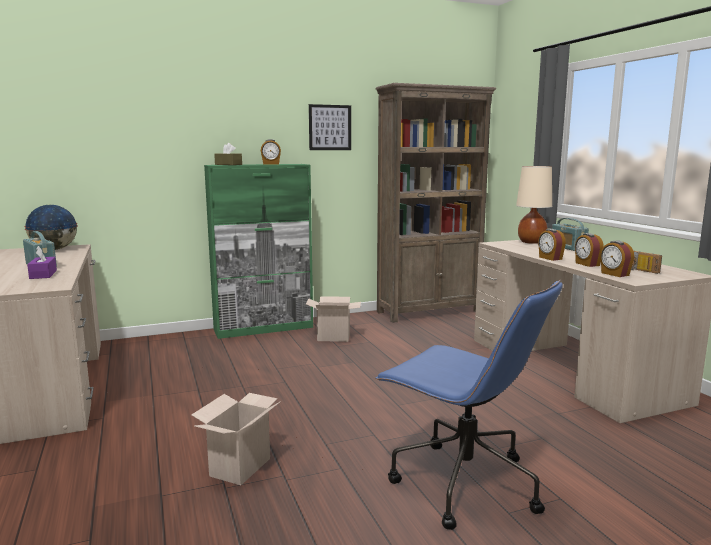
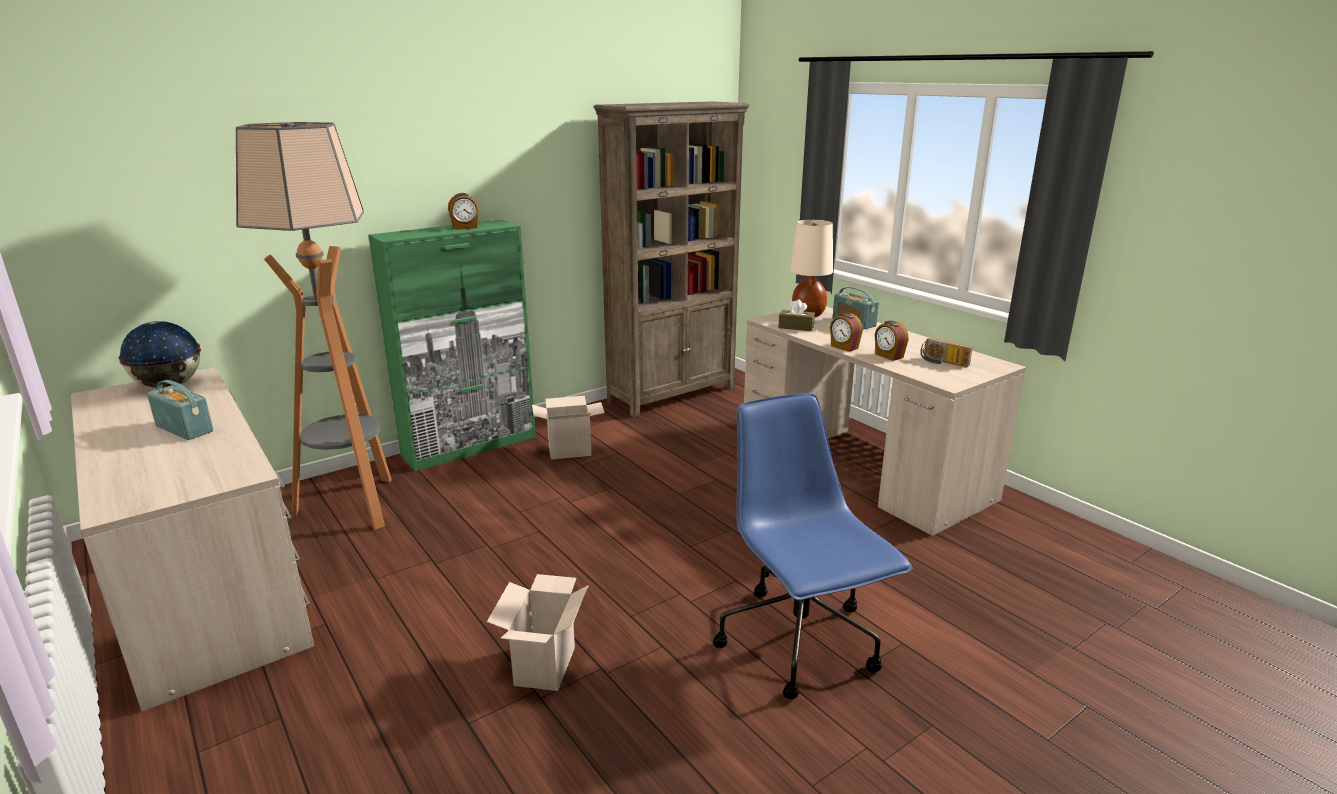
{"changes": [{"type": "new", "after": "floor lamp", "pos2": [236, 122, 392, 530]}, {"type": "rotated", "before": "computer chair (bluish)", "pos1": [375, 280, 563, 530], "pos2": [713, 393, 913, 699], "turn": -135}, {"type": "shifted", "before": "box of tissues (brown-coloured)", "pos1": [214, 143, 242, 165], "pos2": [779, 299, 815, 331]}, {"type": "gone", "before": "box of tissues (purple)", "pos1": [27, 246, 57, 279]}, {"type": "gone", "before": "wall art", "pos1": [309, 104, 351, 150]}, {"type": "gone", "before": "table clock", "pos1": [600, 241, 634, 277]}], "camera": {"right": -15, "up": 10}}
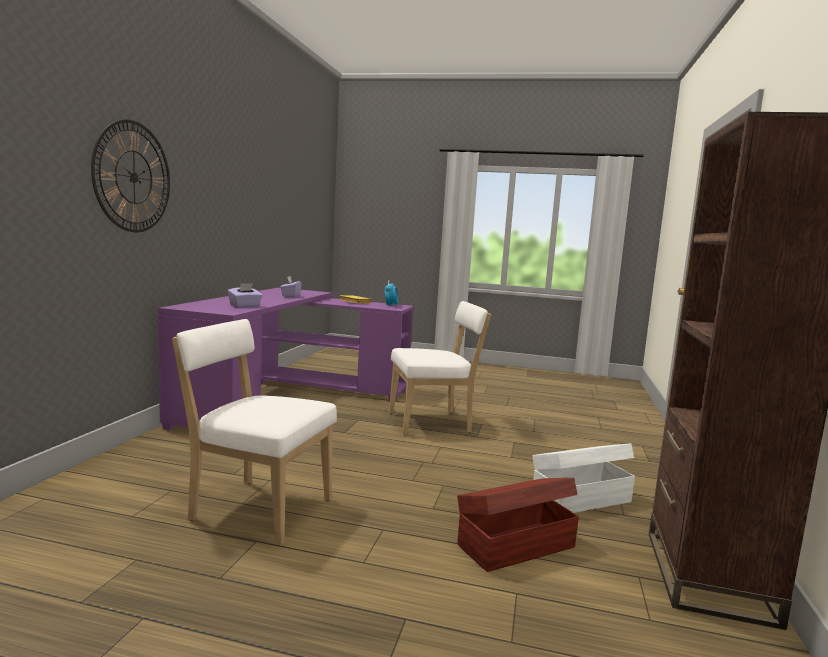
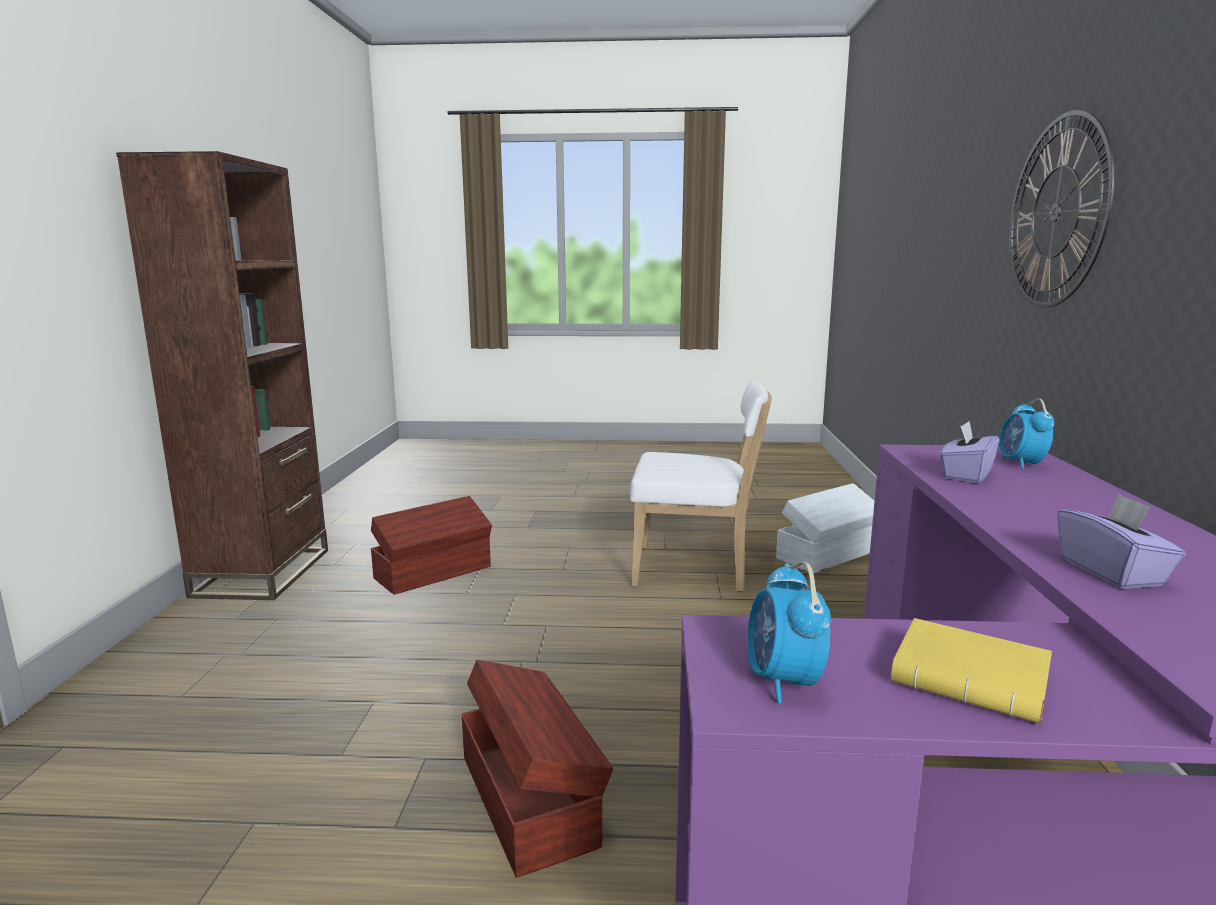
{"changes": [{"type": "swapped", "before": "plain chair (white-coloured)", "after": "storage bin (brown-coloured)", "pos1": [389, 301, 491, 436], "pos2": [461, 660, 613, 878]}, {"type": "shifted", "before": "storage bin (white-coloured)", "pos1": [532, 444, 635, 513], "pos2": [776, 483, 874, 573]}, {"type": "new", "after": "table clock", "pos2": [999, 398, 1054, 469]}], "camera": {"right": 170, "up": 5}}
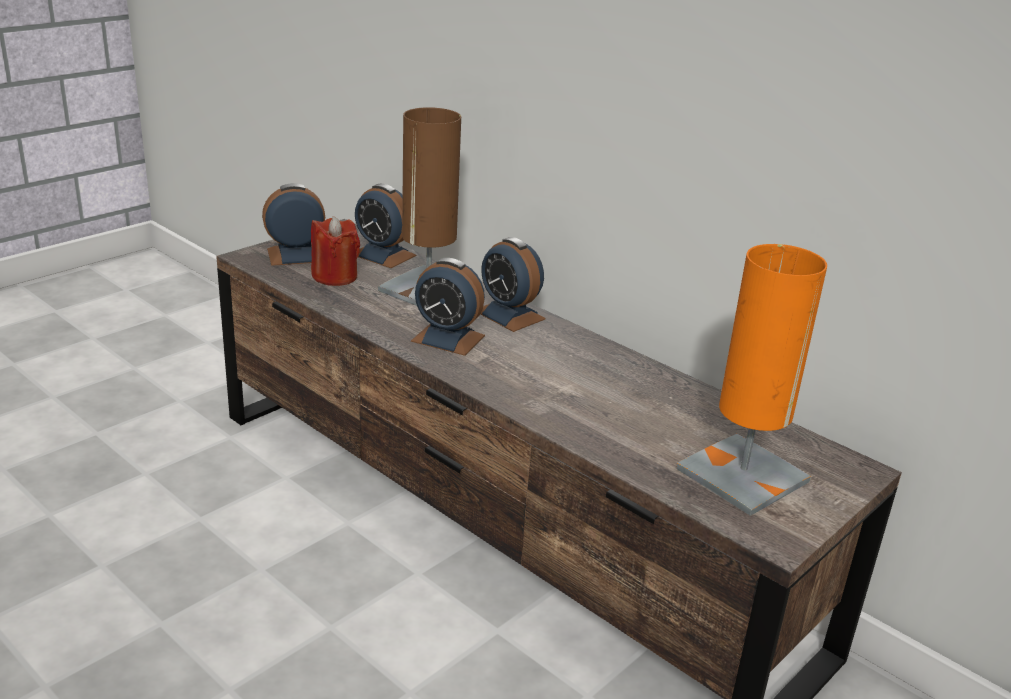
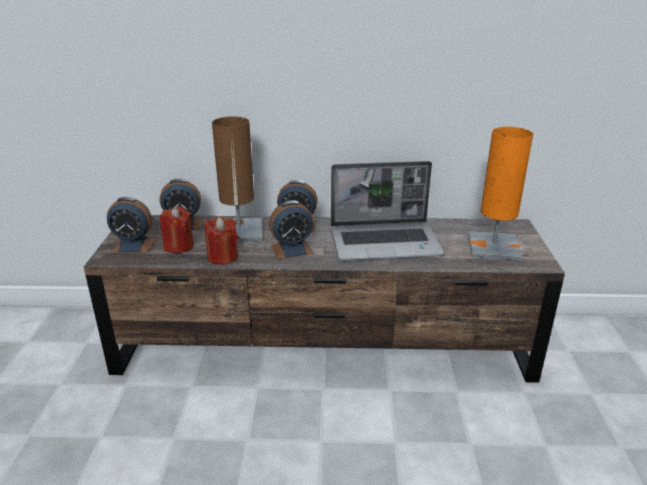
{"changes": [{"type": "rotated", "before": "table clock", "pos1": [262, 183, 325, 266], "pos2": [107, 197, 156, 253], "turn": -120}, {"type": "new", "after": "wax light (red-coloured)", "pos2": [204, 217, 238, 265]}, {"type": "new", "after": "portable computer", "pos2": [331, 161, 444, 260]}], "camera": {"right": -40, "up": 0}}
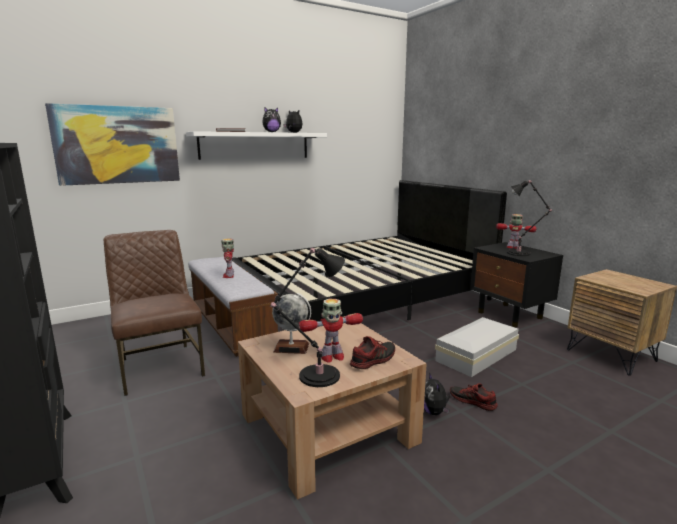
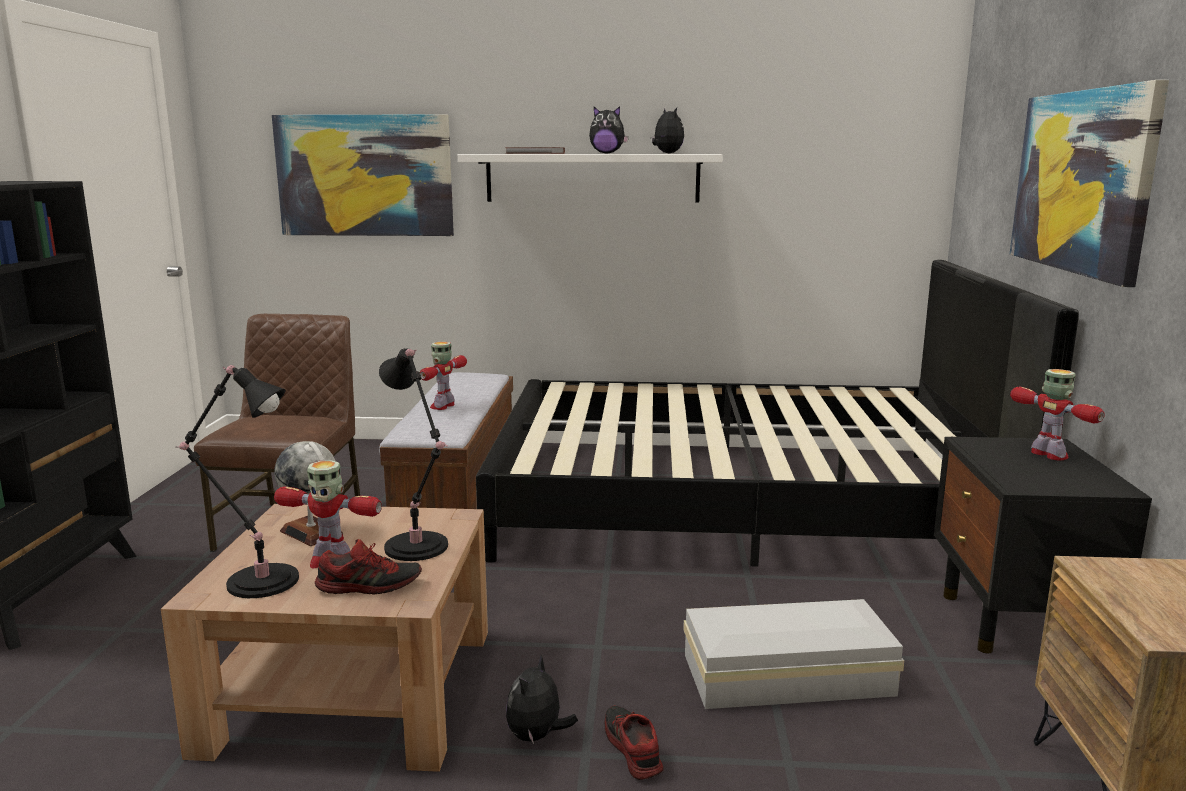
{"changes": [{"type": "shifted", "before": "tabletop lamp (black)", "pos1": [507, 180, 552, 256], "pos2": [379, 348, 448, 561]}, {"type": "new", "after": "wall art", "pos2": [1010, 80, 1169, 287]}], "camera": {"right": 35, "up": 0}}
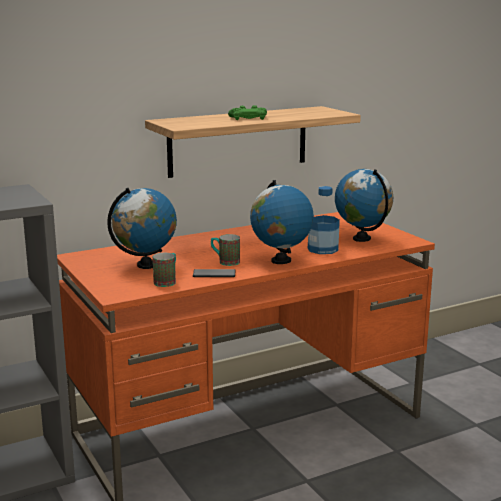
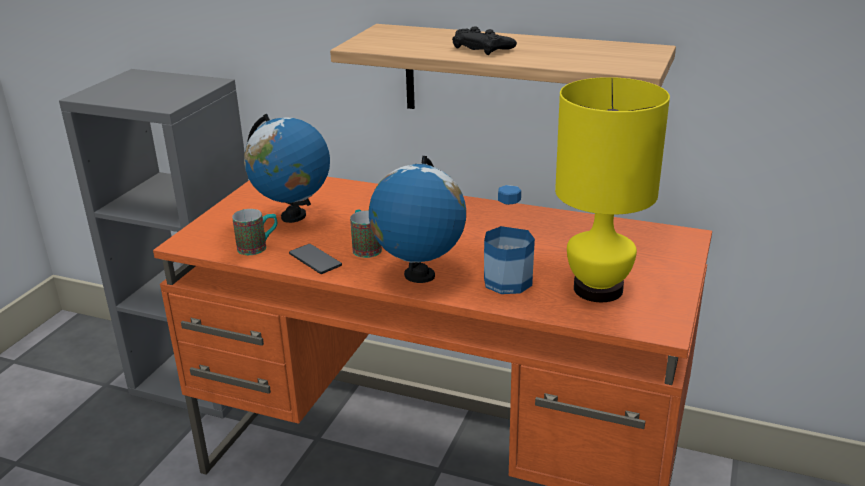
{"changes": [{"type": "repainted", "before": "game controller (green-coloured)", "after": "game controller (black)", "pos1": [228, 105, 267, 120], "pos2": [452, 26, 517, 55]}, {"type": "swapped", "before": "globe", "after": "tabletop lamp (yellow)", "pos1": [335, 169, 393, 242], "pos2": [555, 77, 670, 302]}], "camera": {"right": 50, "up": 10}}
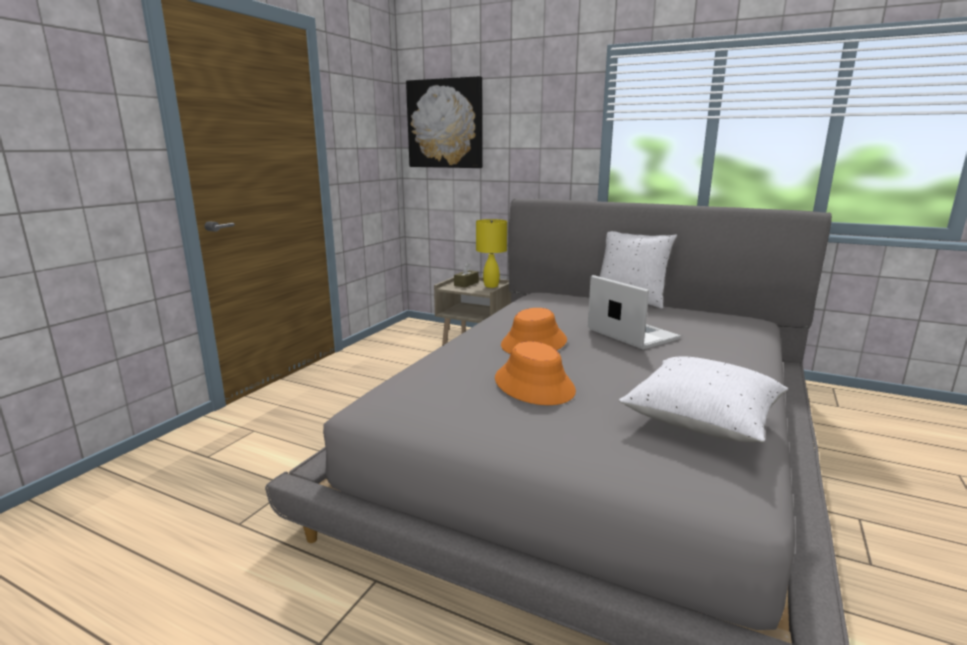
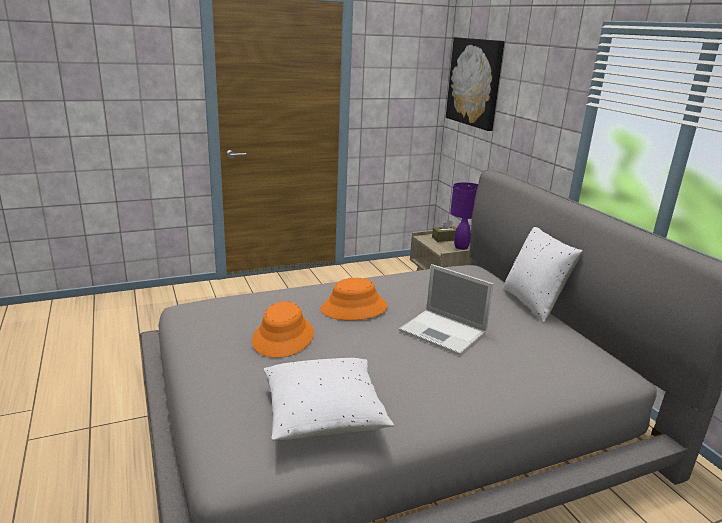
{"changes": [{"type": "rotated", "before": "portable computer", "pos1": [588, 275, 681, 350], "pos2": [399, 264, 494, 355], "turn": 120}, {"type": "repainted", "before": "tabletop lamp (yellow)", "after": "tabletop lamp (purple)", "pos1": [476, 219, 507, 288], "pos2": [450, 182, 478, 250]}], "camera": {"right": 40, "up": 5}}
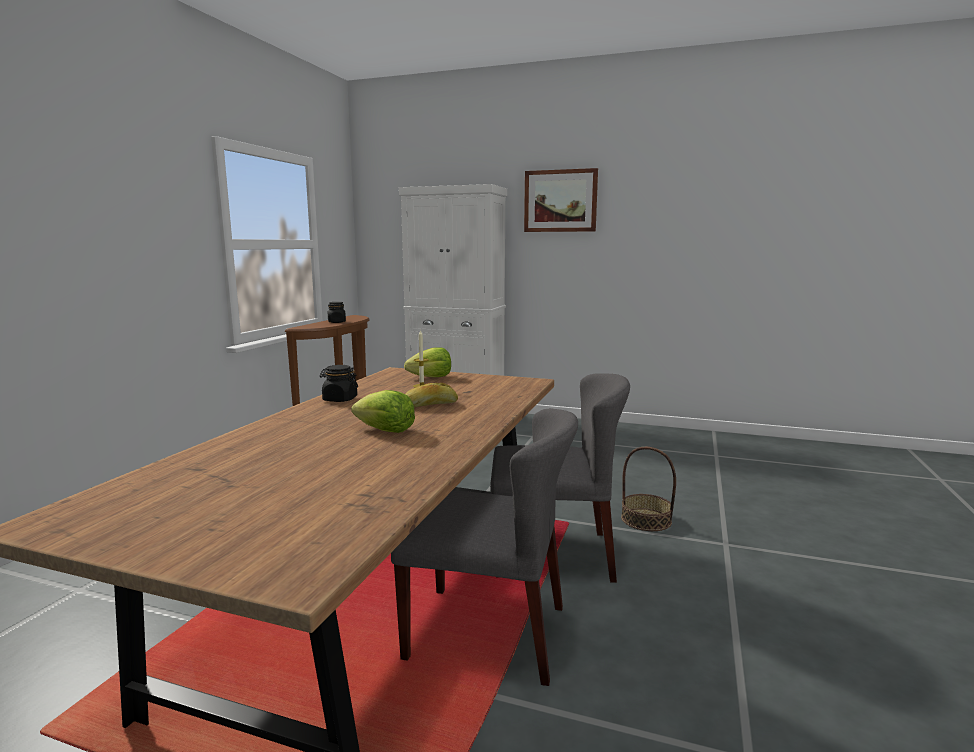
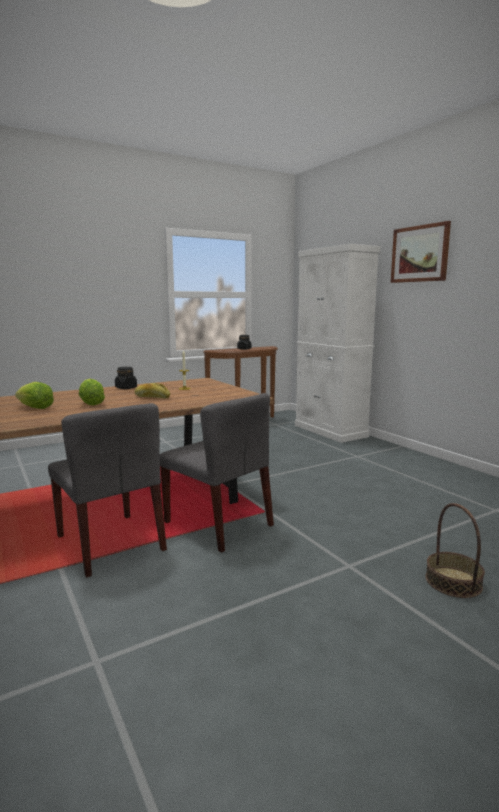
{"changes": [{"type": "shifted", "before": "lettuce", "pos1": [404, 347, 451, 377], "pos2": [15, 382, 54, 409]}, {"type": "shifted", "before": "basket", "pos1": [621, 447, 676, 531], "pos2": [426, 503, 485, 598]}], "camera": {"right": 40, "up": 0}}
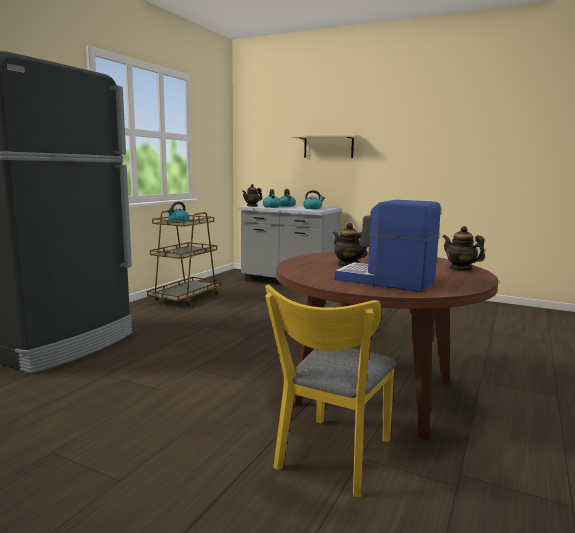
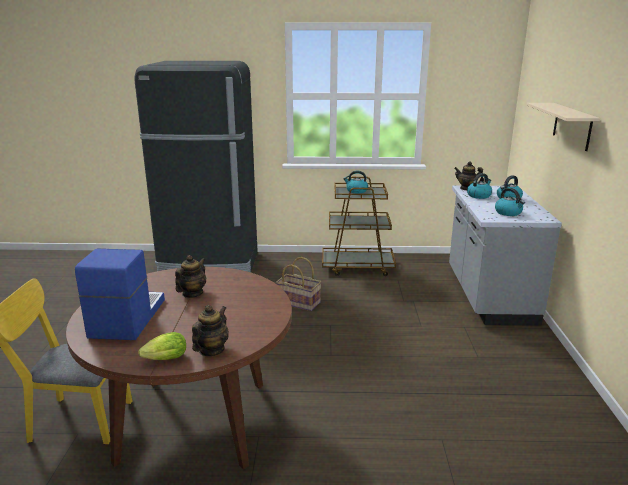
{"changes": [{"type": "new", "after": "lettuce", "pos2": [138, 332, 186, 360]}, {"type": "new", "after": "basket", "pos2": [276, 257, 321, 311]}], "camera": {"right": 65, "up": 10}}
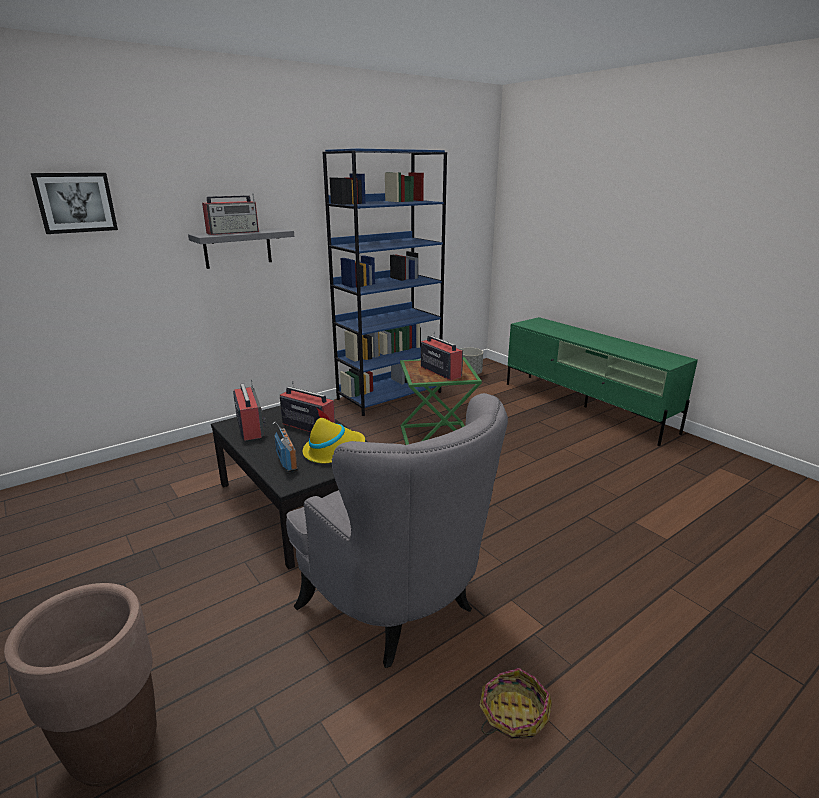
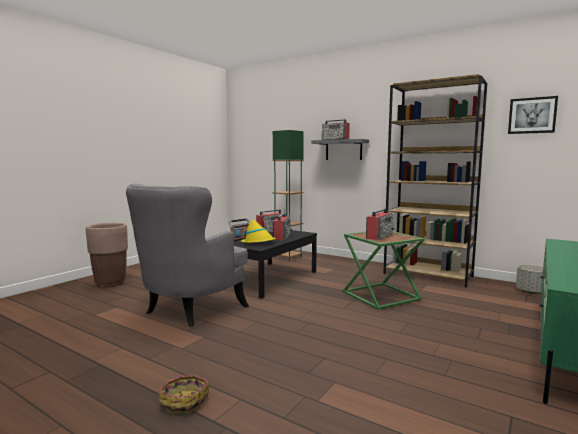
{"changes": [{"type": "shifted", "before": "basket", "pos1": [479, 668, 552, 739], "pos2": [158, 375, 209, 414]}, {"type": "new", "after": "floor lamp (green-coloured)", "pos2": [273, 130, 304, 261]}, {"type": "repainted", "before": "bookshelf (bluish)", "after": "bookshelf (brown-coloured)", "pos1": [323, 148, 447, 416], "pos2": [383, 74, 487, 288]}, {"type": "shifted", "before": "wall art", "pos1": [31, 173, 118, 234], "pos2": [508, 96, 558, 134]}], "camera": {"right": 70, "up": -15}}
